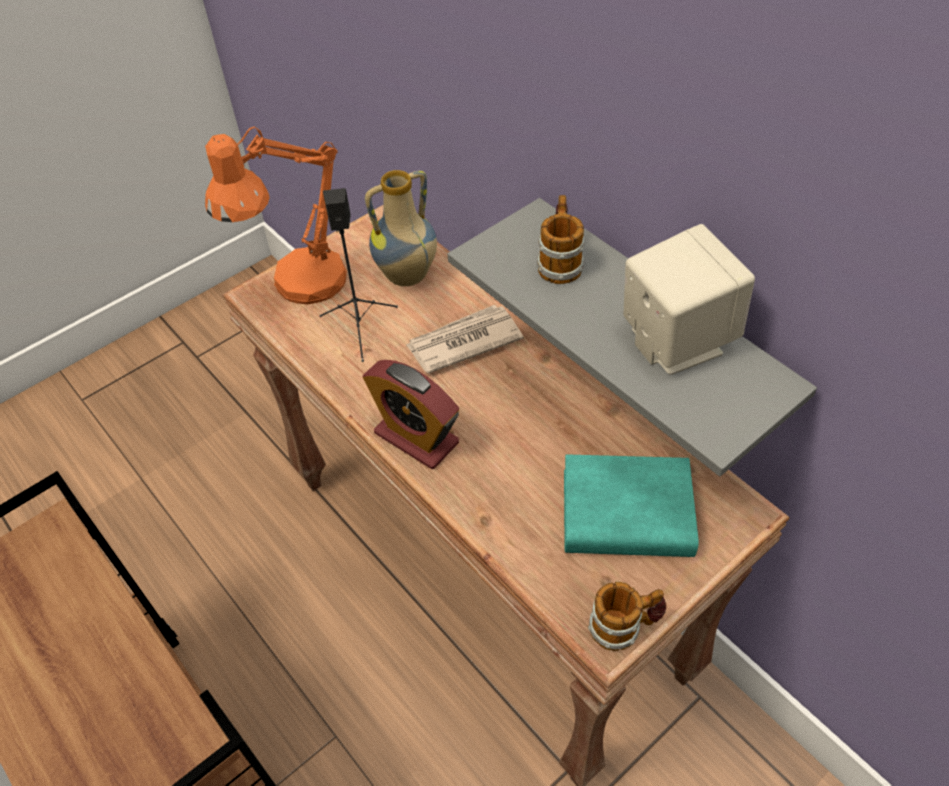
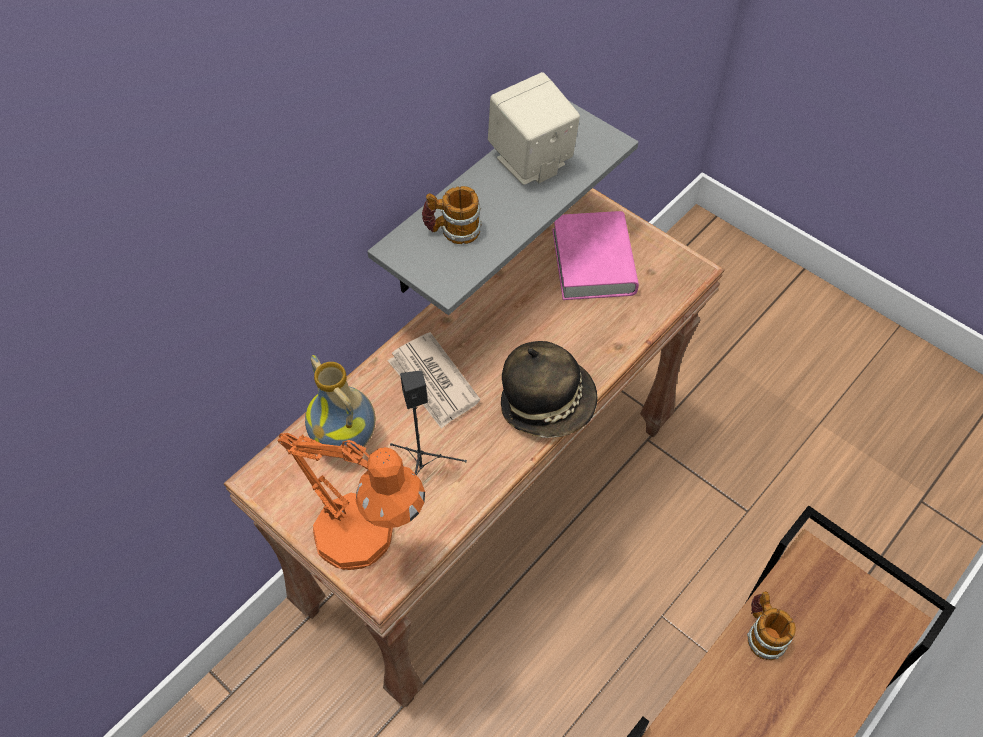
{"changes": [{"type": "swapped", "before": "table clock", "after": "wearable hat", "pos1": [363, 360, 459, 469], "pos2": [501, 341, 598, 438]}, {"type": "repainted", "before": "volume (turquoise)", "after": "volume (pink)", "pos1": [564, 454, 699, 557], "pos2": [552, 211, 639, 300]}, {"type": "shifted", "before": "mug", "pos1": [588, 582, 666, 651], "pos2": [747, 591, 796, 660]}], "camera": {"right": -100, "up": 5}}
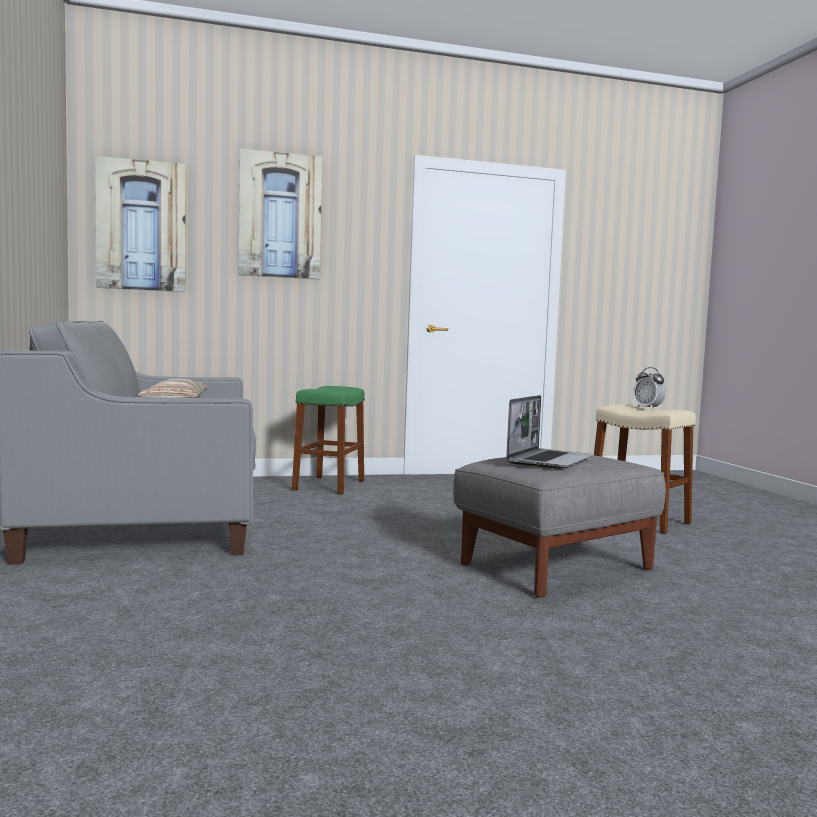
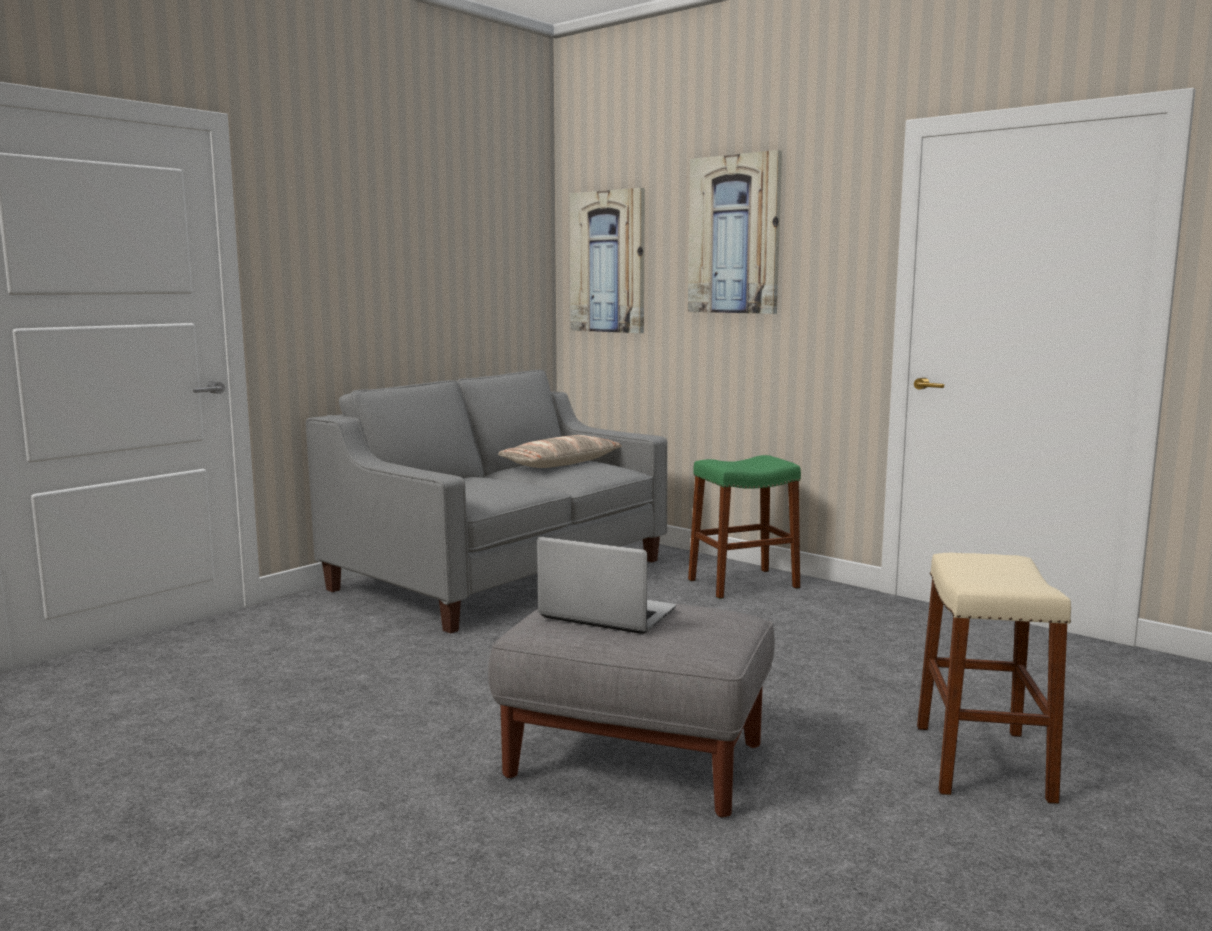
{"changes": [{"type": "rotated", "before": "portable computer", "pos1": [506, 395, 592, 469], "pos2": [537, 537, 676, 634], "turn": -150}, {"type": "gone", "before": "table clock", "pos1": [633, 367, 666, 409]}], "camera": {"right": 55, "up": 5}}
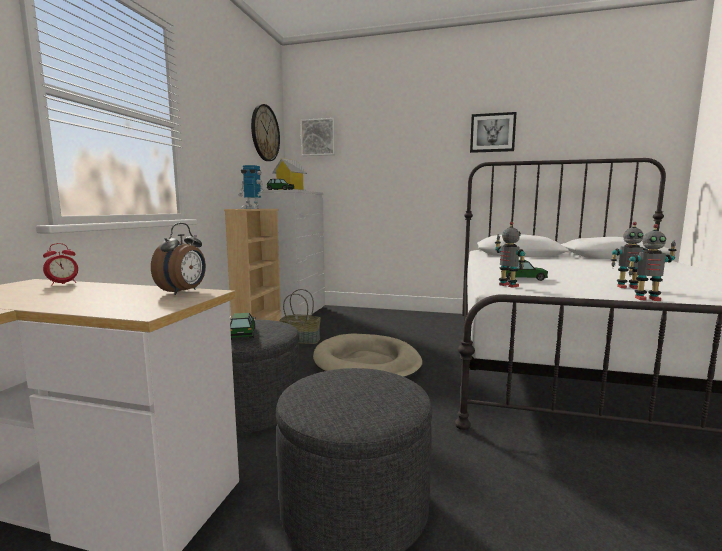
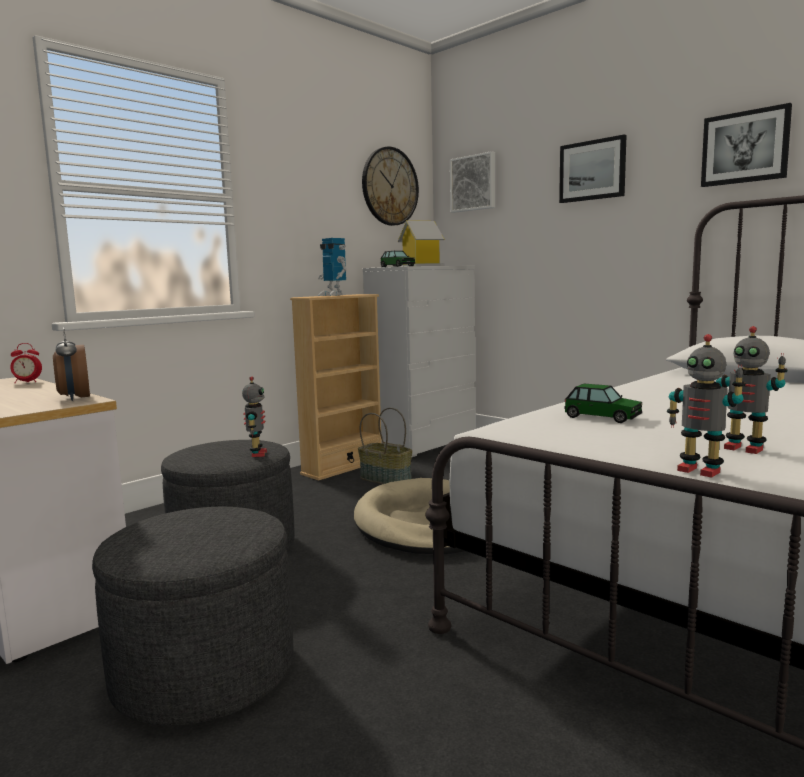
{"changes": [{"type": "rotated", "before": "table clock", "pos1": [151, 223, 206, 295], "pos2": [53, 327, 90, 401], "turn": 105}, {"type": "shifted", "before": "robot figure", "pos1": [495, 221, 525, 288], "pos2": [242, 376, 267, 457]}, {"type": "new", "after": "wall art", "pos2": [559, 134, 627, 203]}, {"type": "gone", "before": "model car", "pos1": [230, 313, 256, 340]}], "camera": {"right": 30, "up": 0}}
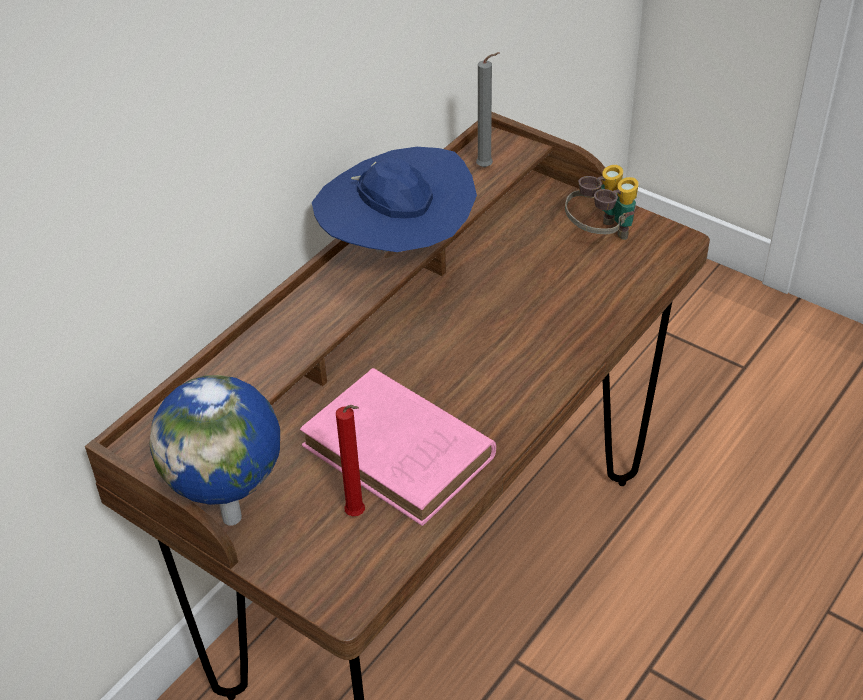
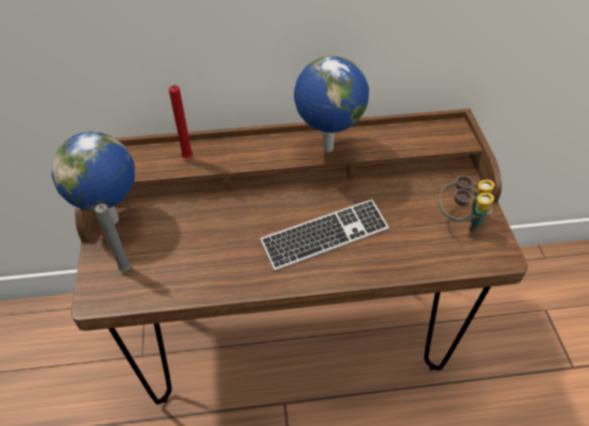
{"changes": [{"type": "shifted", "before": "wax light (greyish)", "pos1": [476, 52, 500, 168], "pos2": [95, 204, 131, 272]}, {"type": "shifted", "before": "wax light (red-coloured)", "pos1": [336, 405, 365, 516], "pos2": [169, 85, 193, 159]}, {"type": "new", "after": "computer keyboard", "pos2": [260, 199, 389, 271]}, {"type": "swapped", "before": "wearable hat (bluish)", "after": "globe", "pos1": [312, 147, 477, 258], "pos2": [294, 56, 369, 152]}, {"type": "gone", "before": "volume (pink)", "pos1": [300, 368, 496, 526]}], "camera": {"right": 45, "up": 5}}
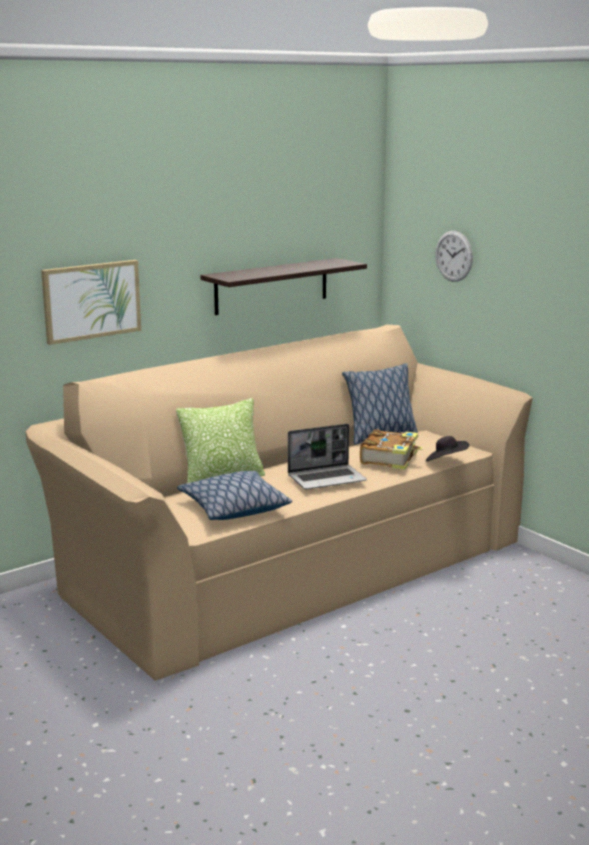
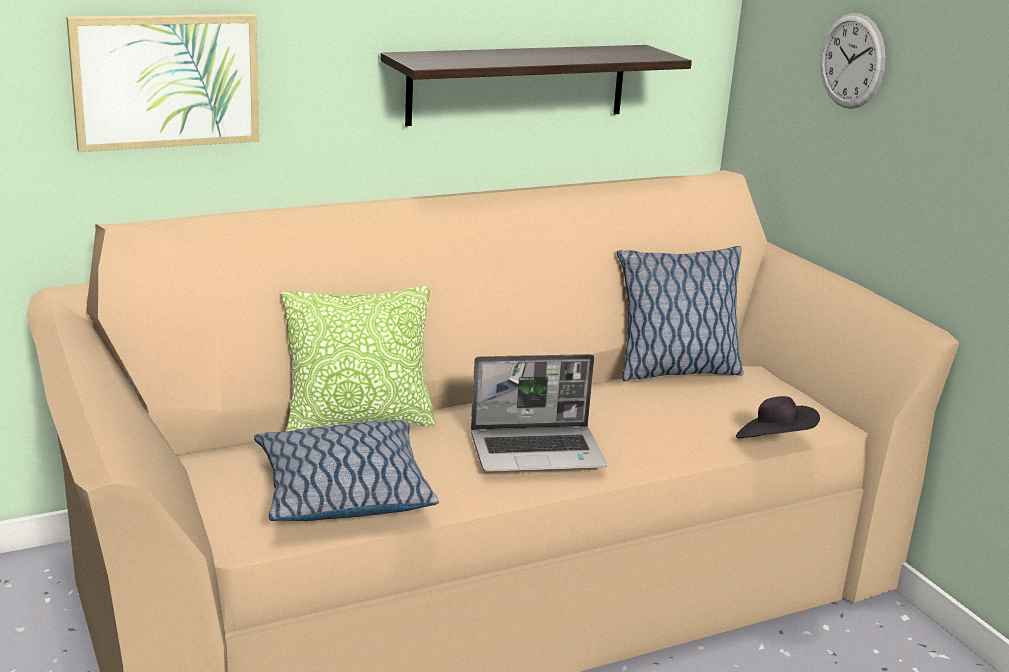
{"changes": [{"type": "gone", "before": "volume", "pos1": [360, 429, 423, 470]}], "camera": {"right": 10, "up": 5}}
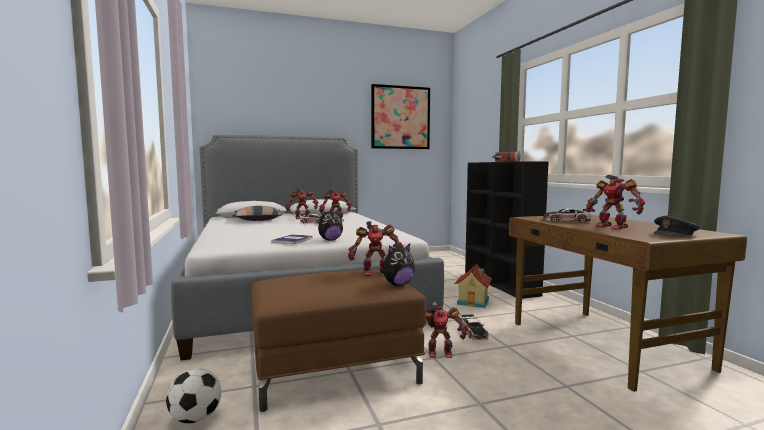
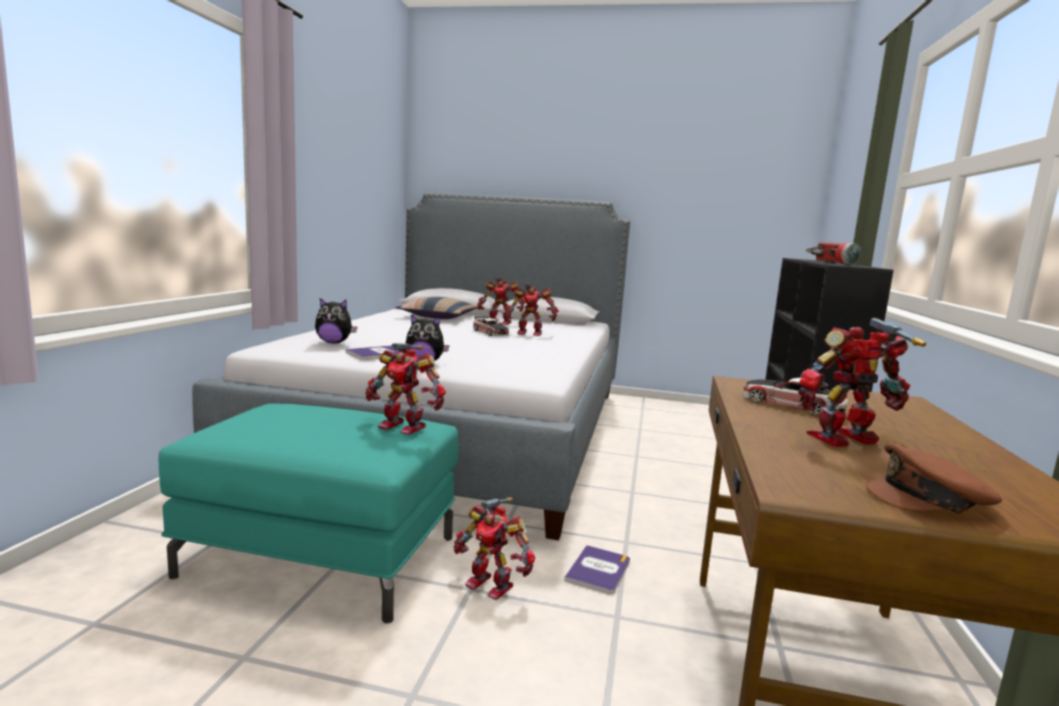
{"changes": [{"type": "repainted", "before": "ottoman (brown-coloured)", "after": "ottoman (turquoise)", "pos1": [251, 269, 426, 412], "pos2": [159, 403, 458, 623]}, {"type": "shifted", "before": "plush toy", "pos1": [381, 243, 415, 286], "pos2": [315, 298, 357, 343]}, {"type": "swapped", "before": "model car", "after": "volume", "pos1": [462, 314, 488, 340], "pos2": [564, 545, 630, 594]}, {"type": "rotated", "before": "robot figure", "pos1": [586, 175, 645, 229], "pos2": [798, 318, 926, 447], "turn": 75}, {"type": "repainted", "before": "peaked cap (greyish)", "after": "peaked cap (brown-coloured)", "pos1": [654, 216, 700, 237], "pos2": [865, 443, 1002, 514]}, {"type": "gone", "before": "ball for football", "pos1": [166, 368, 221, 423]}, {"type": "gone", "before": "wall art", "pos1": [371, 84, 430, 149]}, {"type": "gone", "before": "miniature house", "pos1": [454, 263, 492, 308]}], "camera": {"right": 30, "up": 5}}
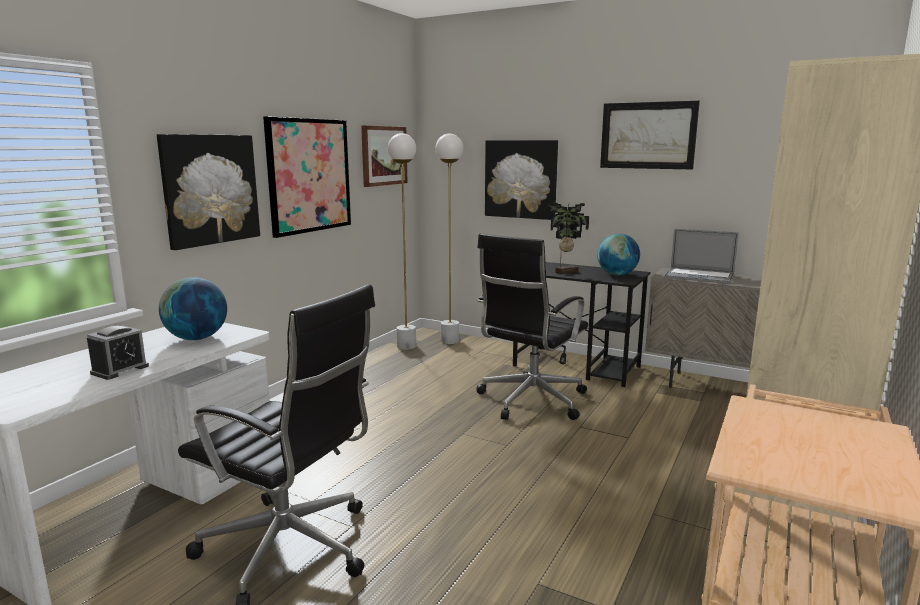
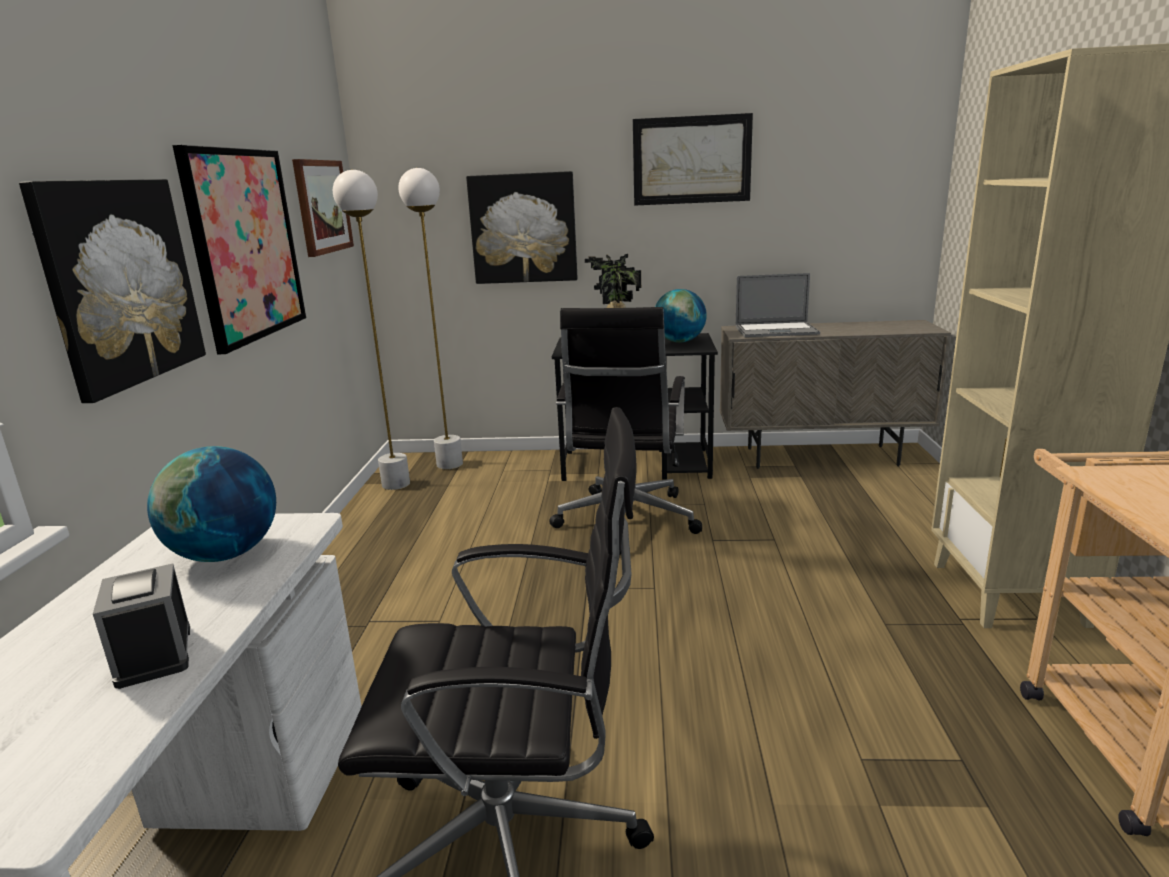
{"changes": [{"type": "rotated", "before": "table clock", "pos1": [87, 325, 149, 380], "pos2": [93, 564, 190, 689], "turn": 150}], "camera": {"right": -25, "up": 5}}
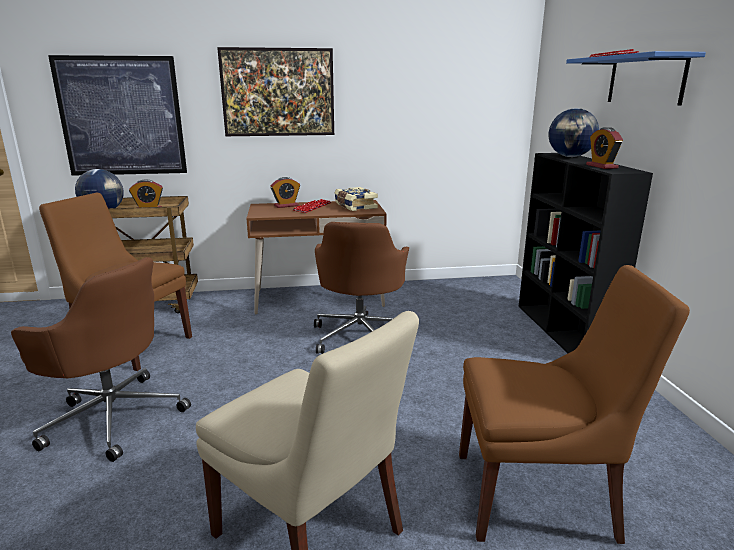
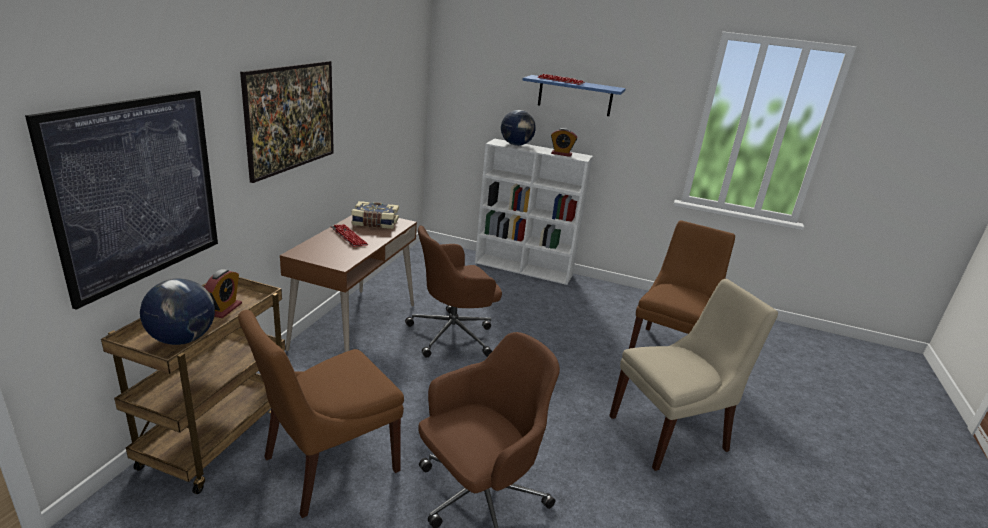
{"changes": [{"type": "rotated", "before": "computer chair (brown-coloured)", "pos1": [314, 222, 409, 354], "pos2": [405, 226, 502, 358], "turn": 120}, {"type": "repainted", "before": "bookshelf (black)", "after": "bookshelf (white-coloured)", "pos1": [518, 153, 653, 353], "pos2": [475, 139, 593, 285]}, {"type": "gone", "before": "table clock", "pos1": [270, 177, 300, 208]}], "camera": {"right": -65, "up": 5}}
